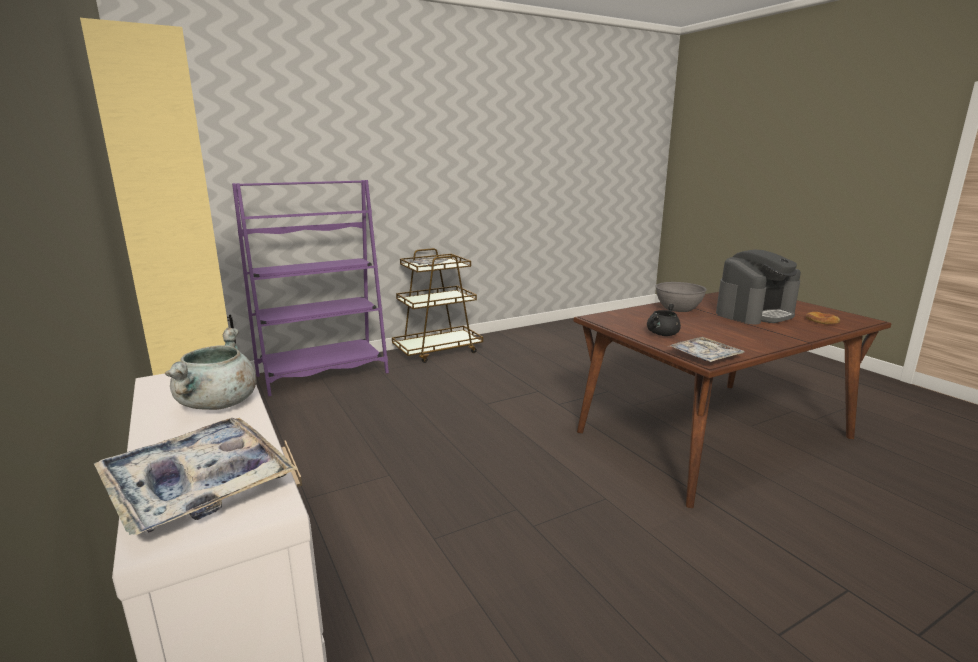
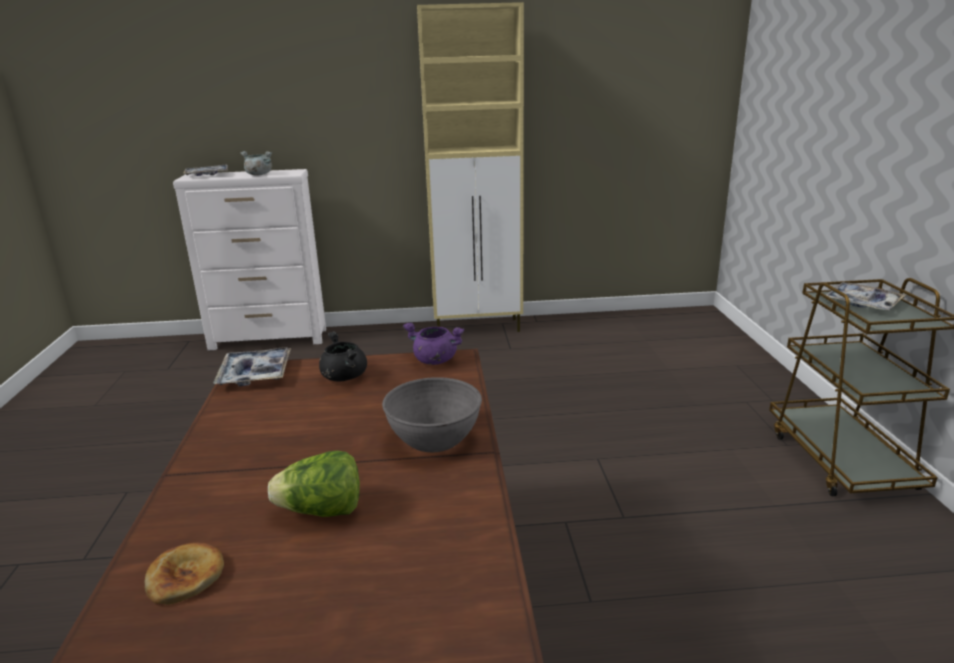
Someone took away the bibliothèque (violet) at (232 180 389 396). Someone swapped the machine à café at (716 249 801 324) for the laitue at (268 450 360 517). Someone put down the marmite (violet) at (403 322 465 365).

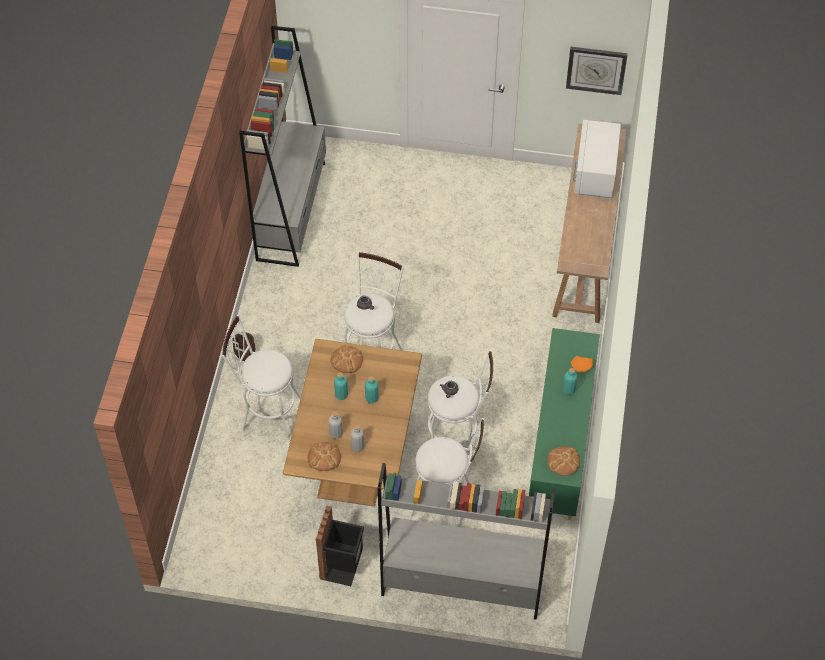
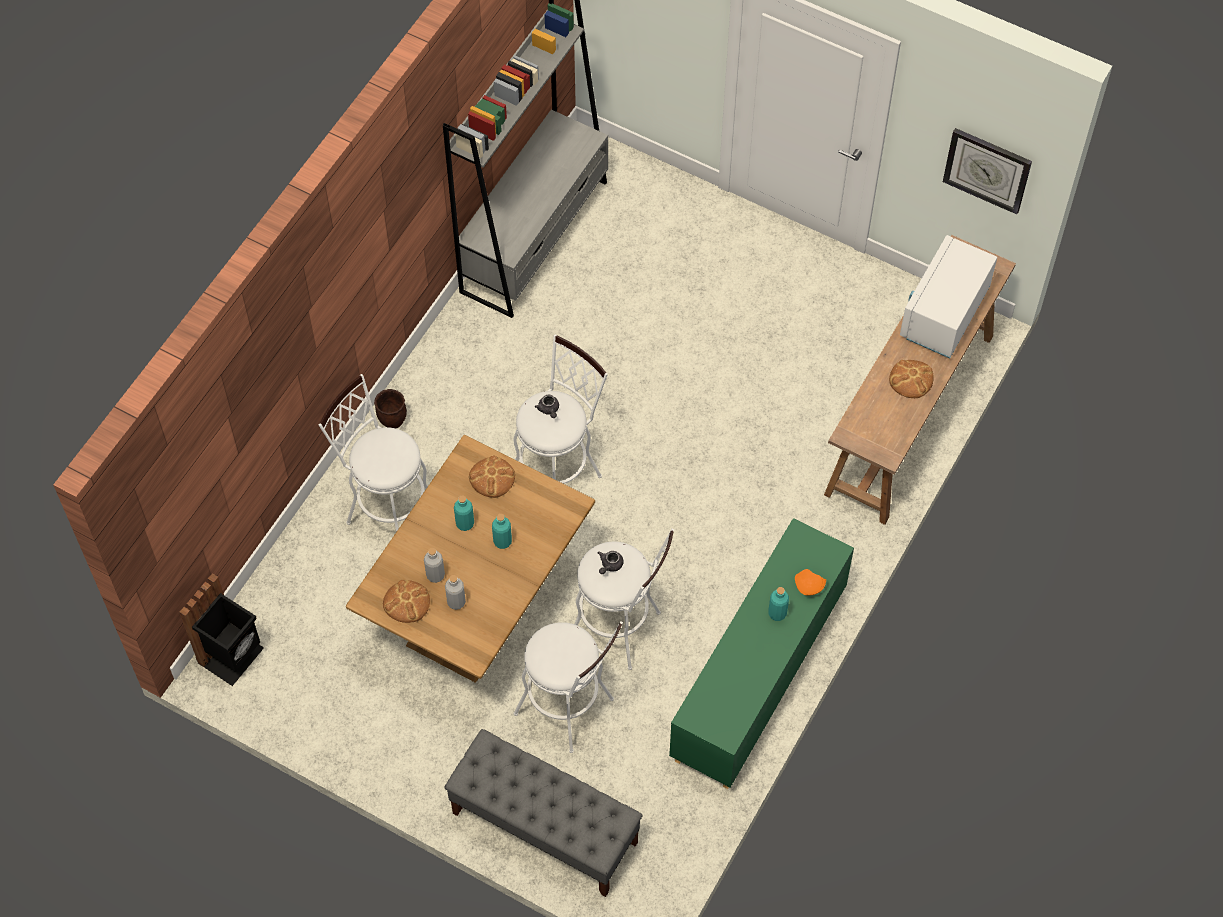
Someone carried the pain from (547 446 580 476) to (889 360 934 398). Someone swapped the bibliothèque (gris) at (378 463 556 620) for the banc (gris) at (444 729 643 897). Someone carried the poubelle (noir) from (316 506 364 586) to (179 573 264 686).

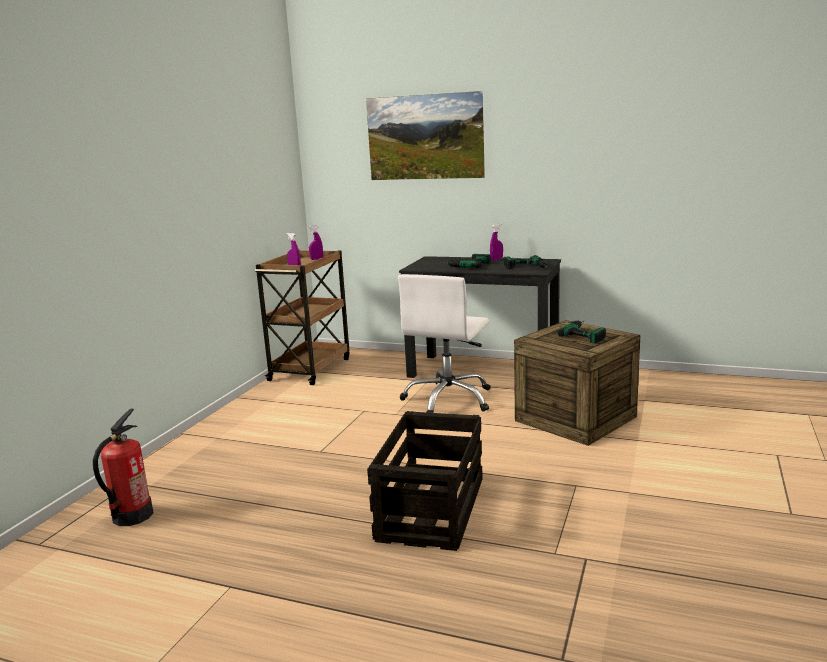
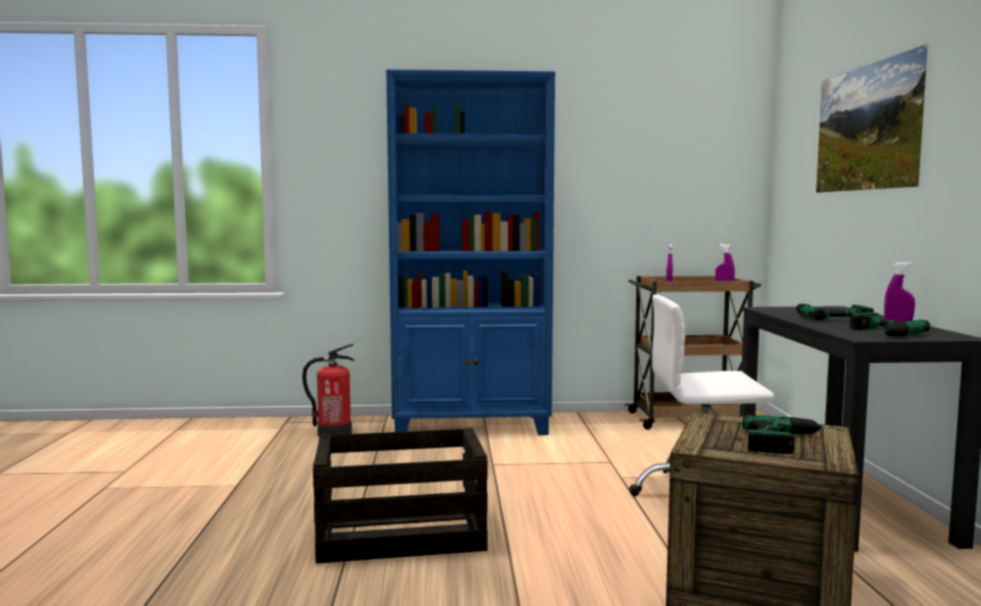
Someone put down the bibliothèque (bleu) at (386 69 555 435).

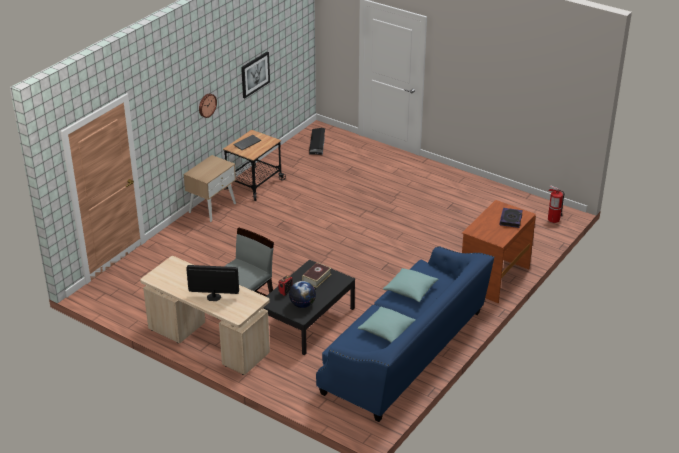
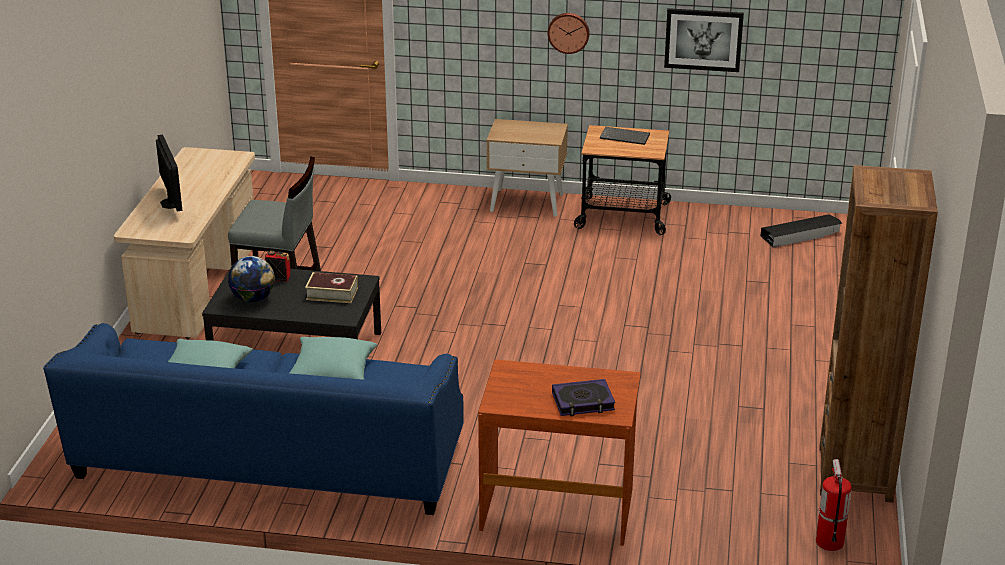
Someone put down the bibliothèque (marron) at (820 165 938 503).

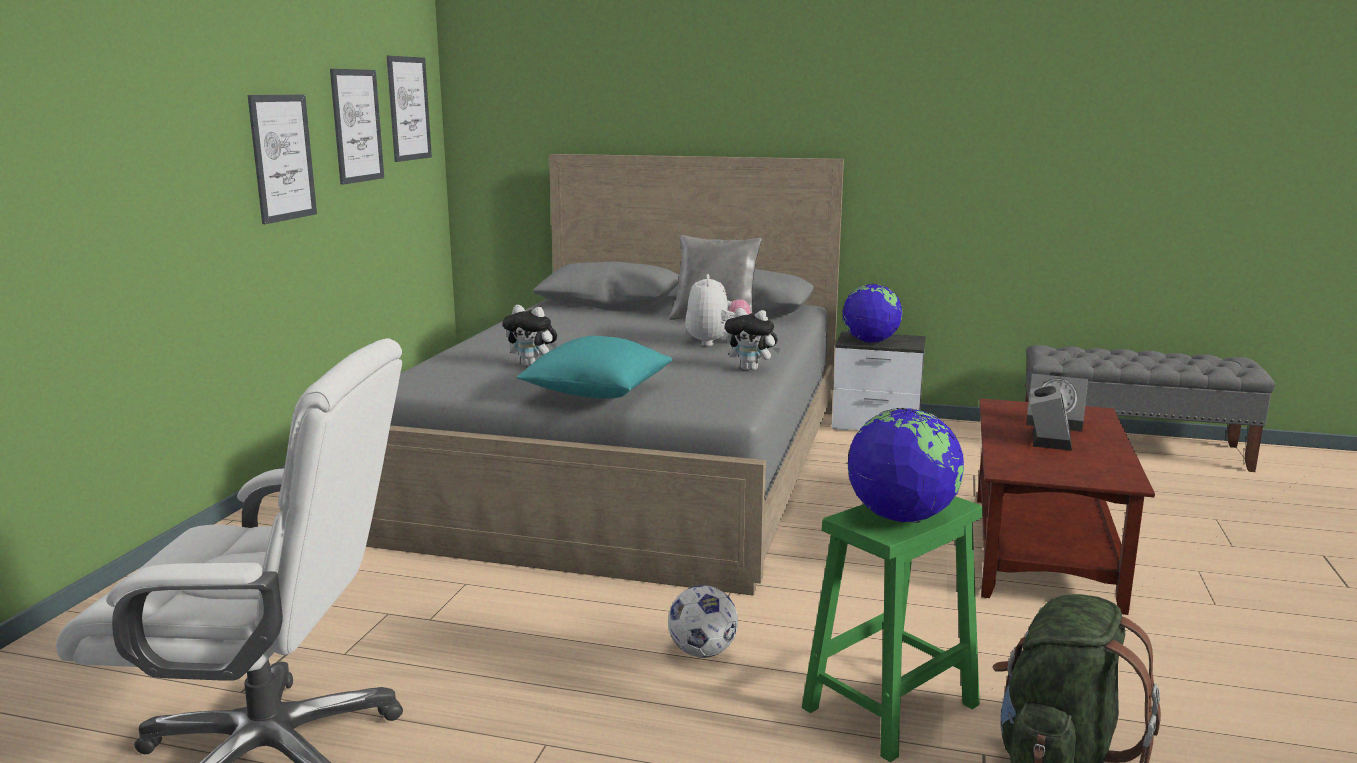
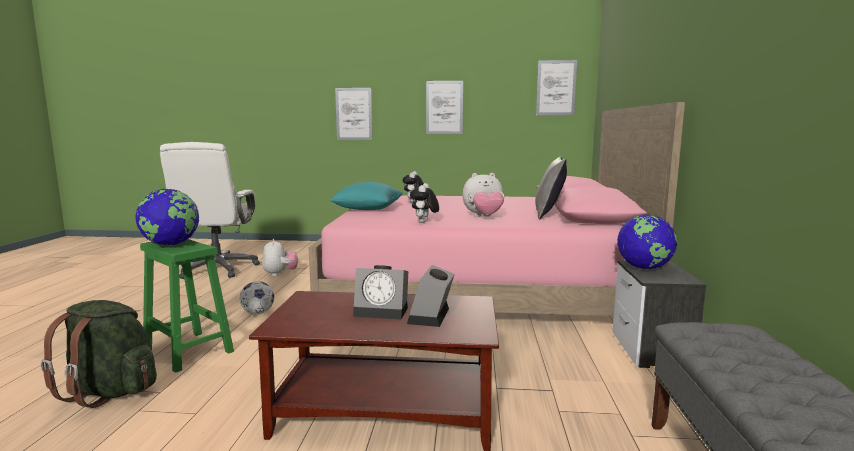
Someone carried the tableau from (330 69 384 185) to (335 88 372 140). Someone repainted the lit (gris) at (366 154 844 596), which became the lit (rose) at (309 102 685 316). Someone put down the peluche at (262 239 298 277).

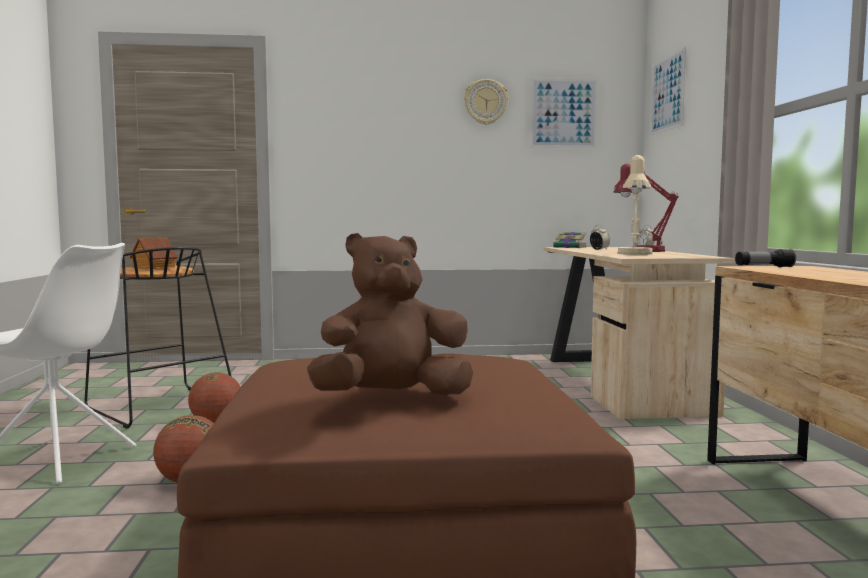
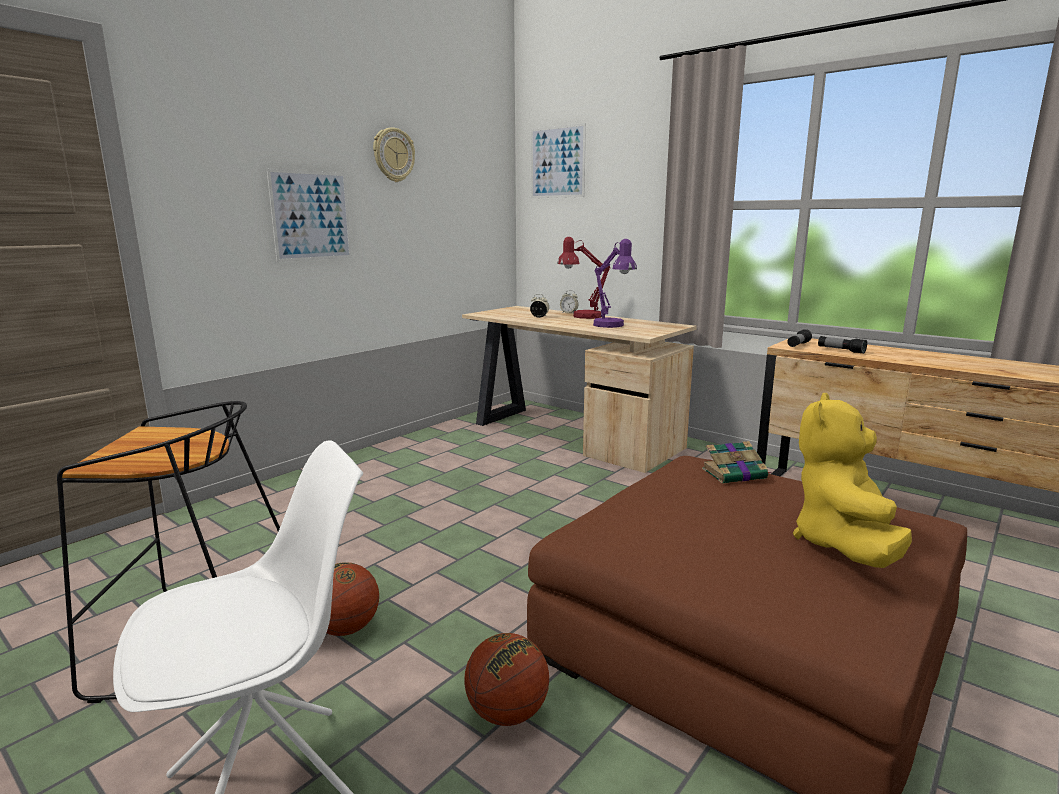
Someone carried the tableau from (531 78 598 148) to (267 169 352 262). Someone repainted the lampe de table (beige) at (617 155 653 255), which became the lampe de table (violet) at (593 239 637 328). Someone carried the livre from (553 232 587 248) to (702 441 772 484). Someone repainted the peluche (marron) at (307 233 473 396), which became the peluche (jaune) at (793 393 912 568). Someone took away the maison miniature at (130 237 178 269). Someone put down the lampe de poche at (818 336 867 354).

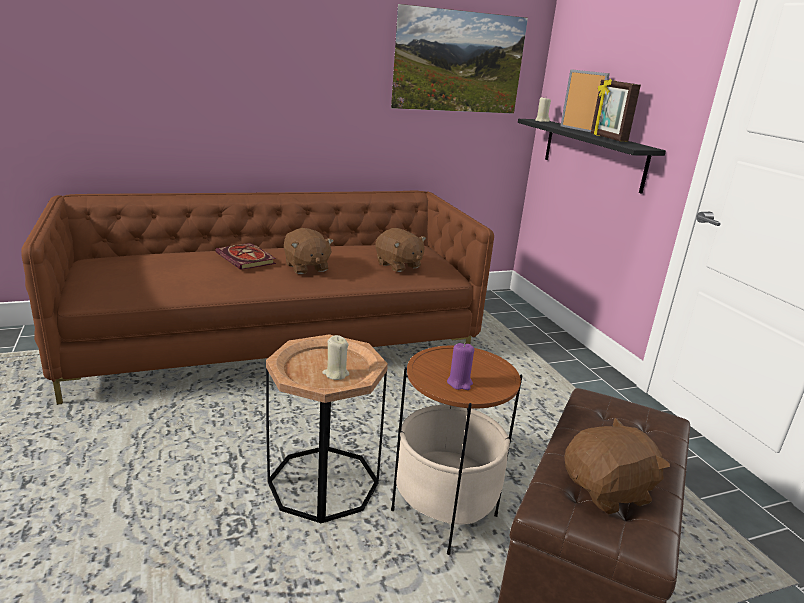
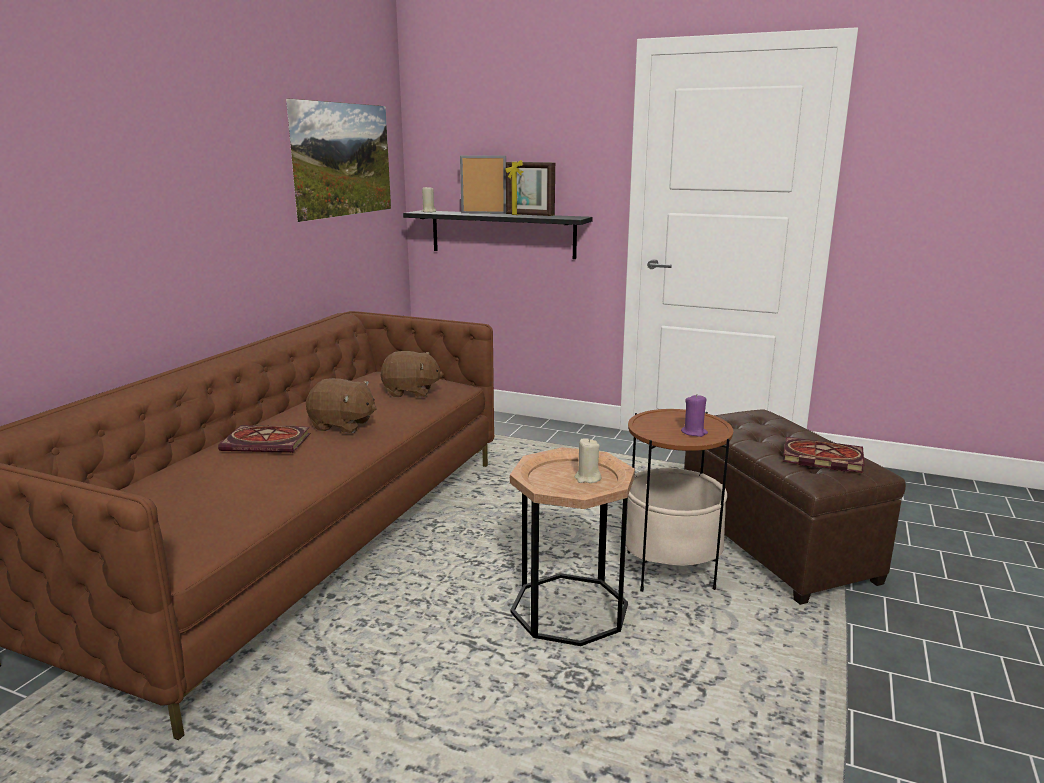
Someone swapped the peluche (marron) at (565 418 670 515) for the livre at (783 437 865 473).

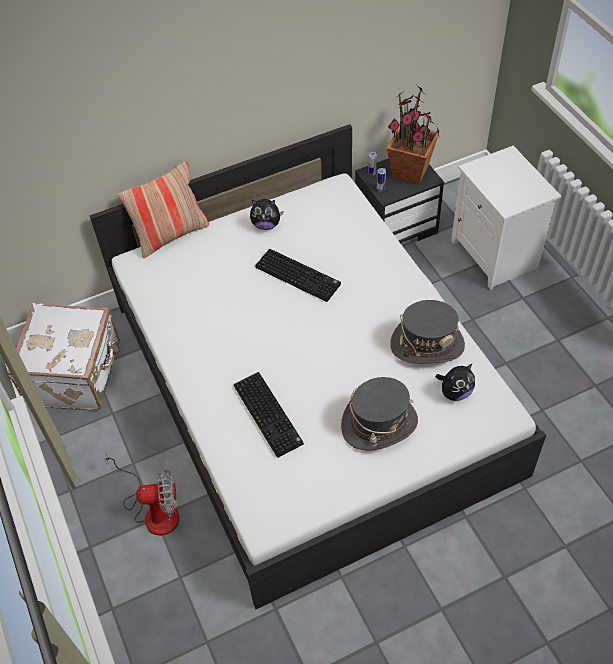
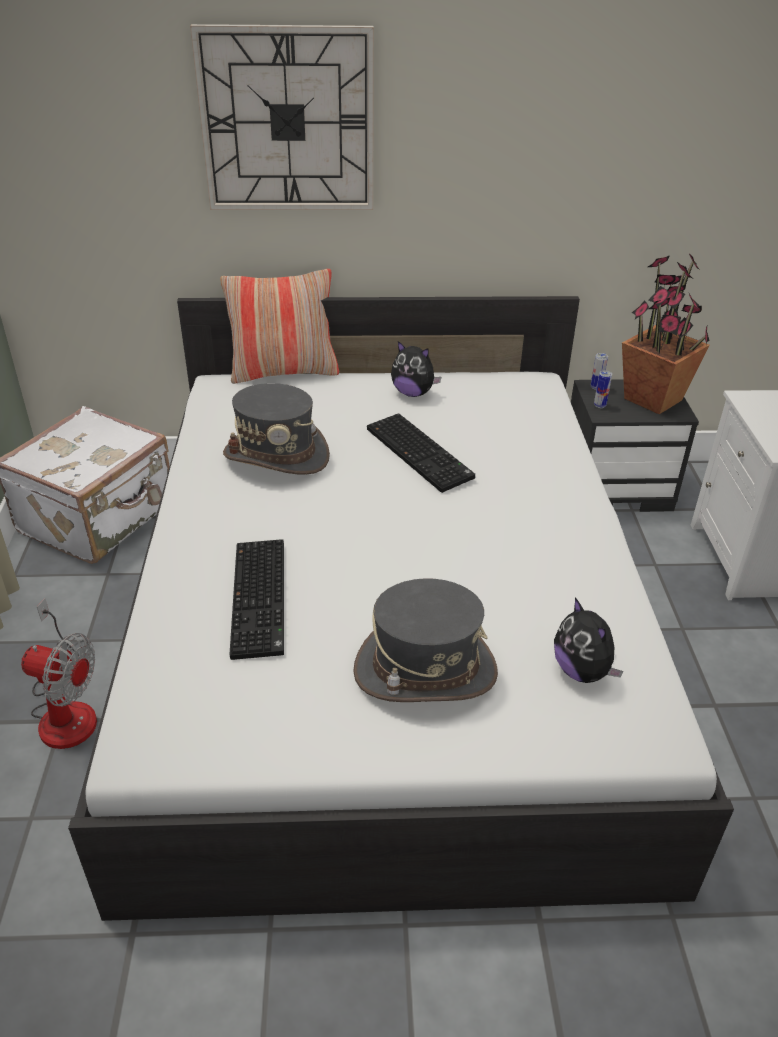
Someone carried the chapeau (gris) from (390 300 465 364) to (223 383 330 475). Someone rotated the peluche at (436 364 475 401) by 75 degrees clockwise. Someone put up the horloge murale at (190 24 374 210).

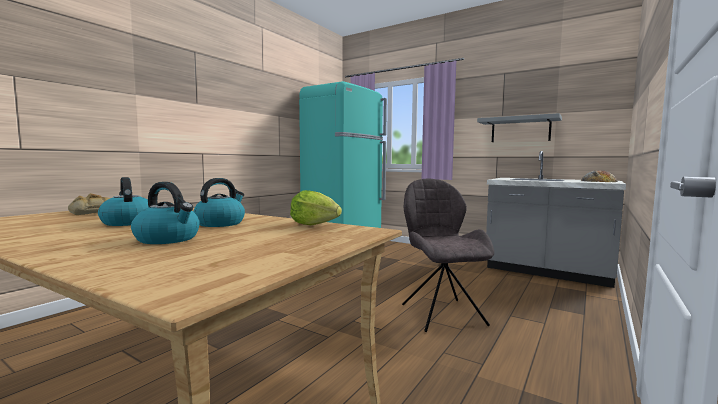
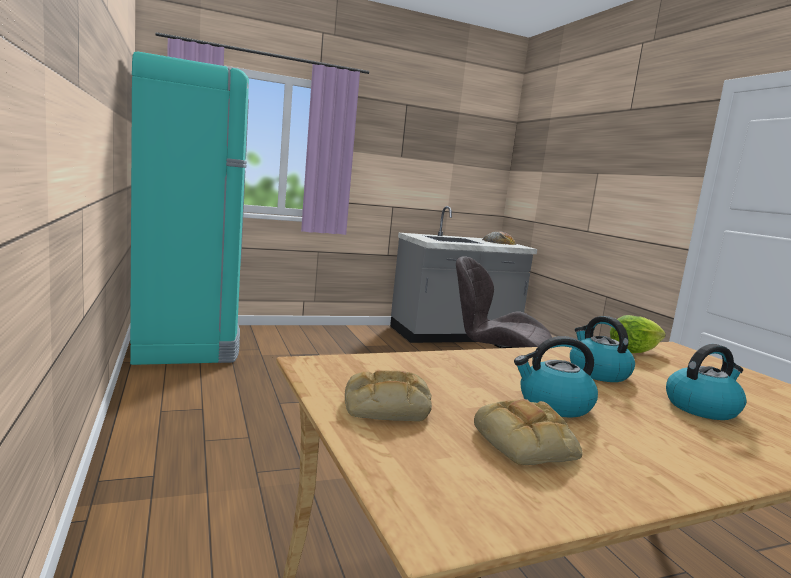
Someone took away the étagère (gris) at (477 113 562 142). Someone put down the pain at (474 399 582 465).

